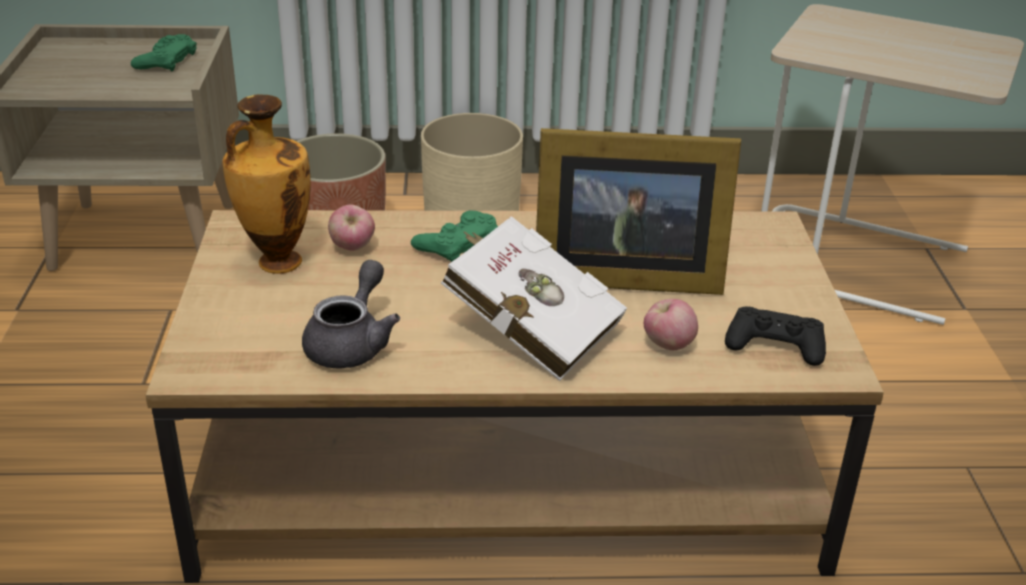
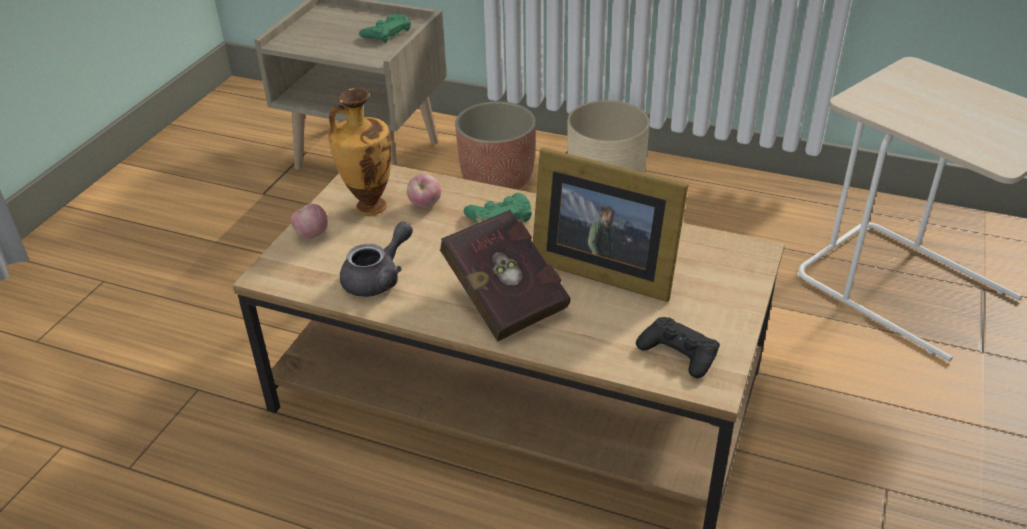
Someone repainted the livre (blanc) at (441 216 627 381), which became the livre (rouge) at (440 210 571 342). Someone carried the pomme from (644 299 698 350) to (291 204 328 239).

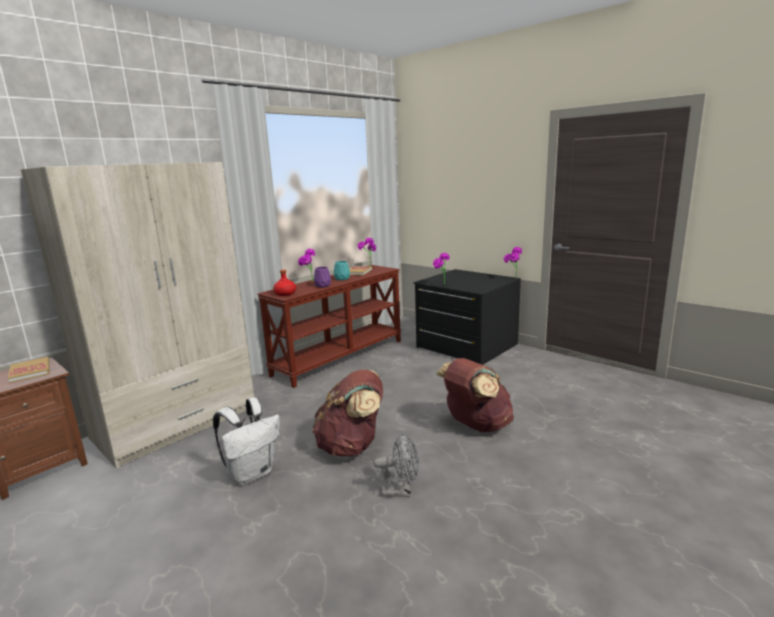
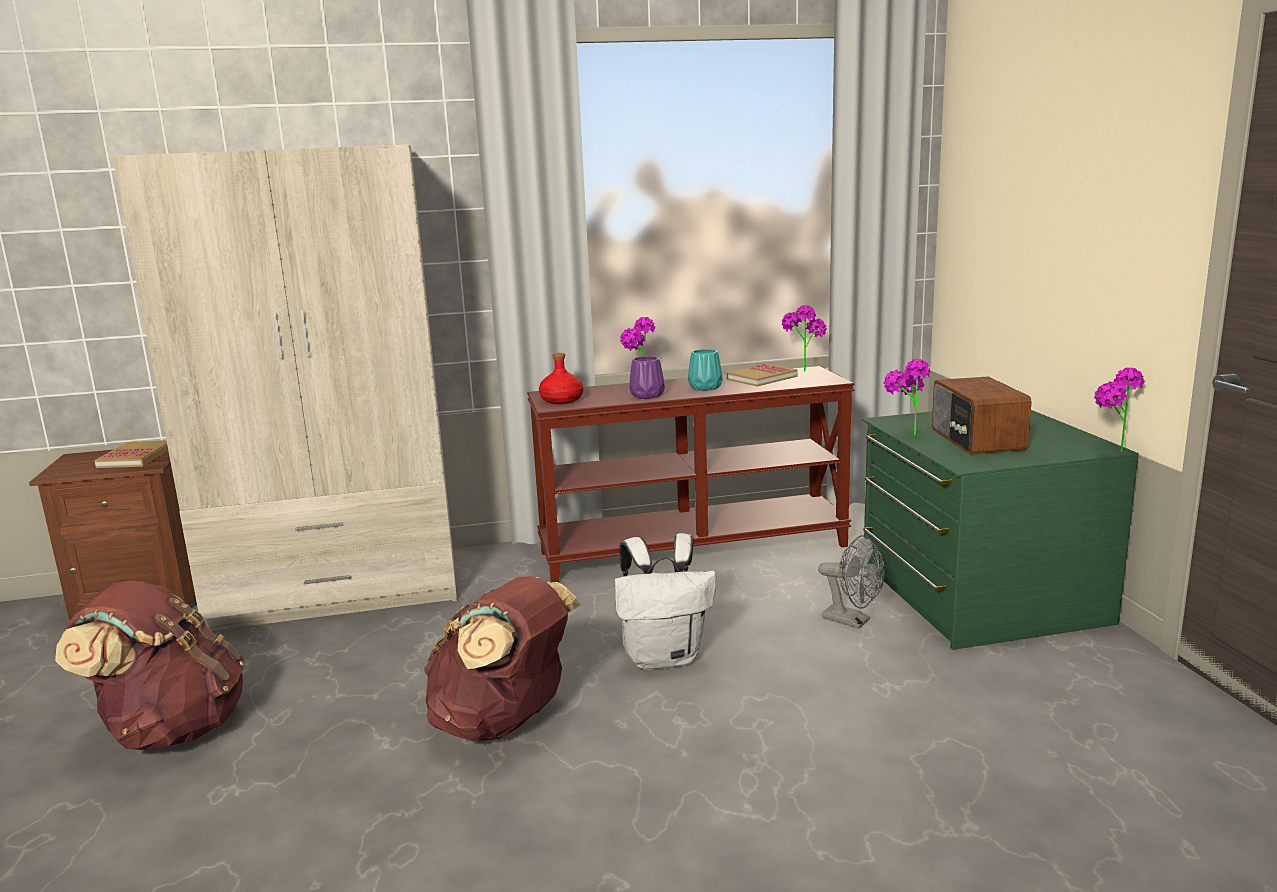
Someone repainted the commode (noir) at (413 269 521 365), which became the commode (vert) at (862 410 1139 650). Someone carried the sac à dos (marron) from (436 358 514 432) to (55 581 244 750). Someone carried the sac à dos (blanc) from (213 397 280 485) to (615 533 716 670). Someone carried the ventilateur (gris) from (373 433 419 497) to (818 535 885 628). Someone put down the radio at (932 377 1032 454).

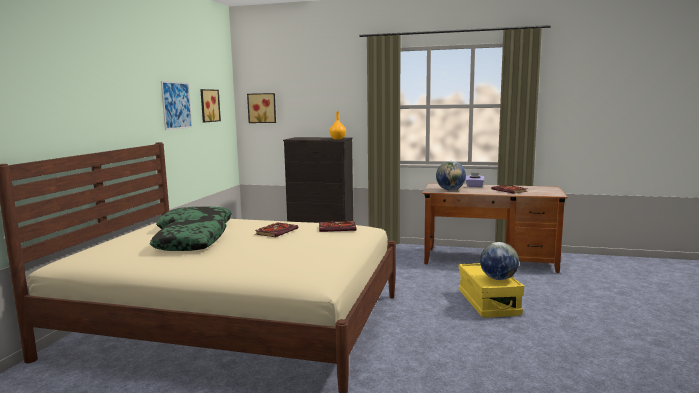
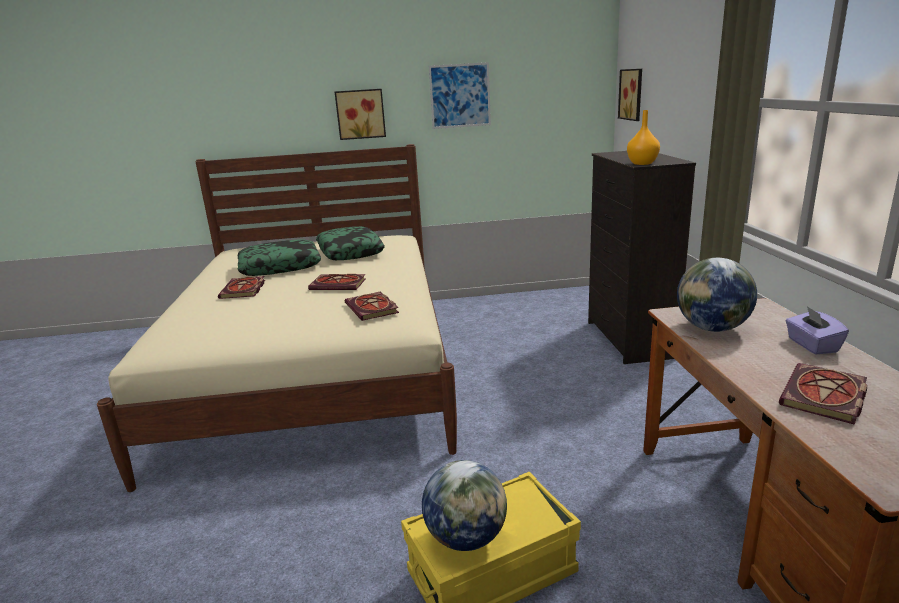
Someone carried the tableau from (200 89 221 123) to (335 89 386 140). Someone put down the livre at (218 276 265 299).

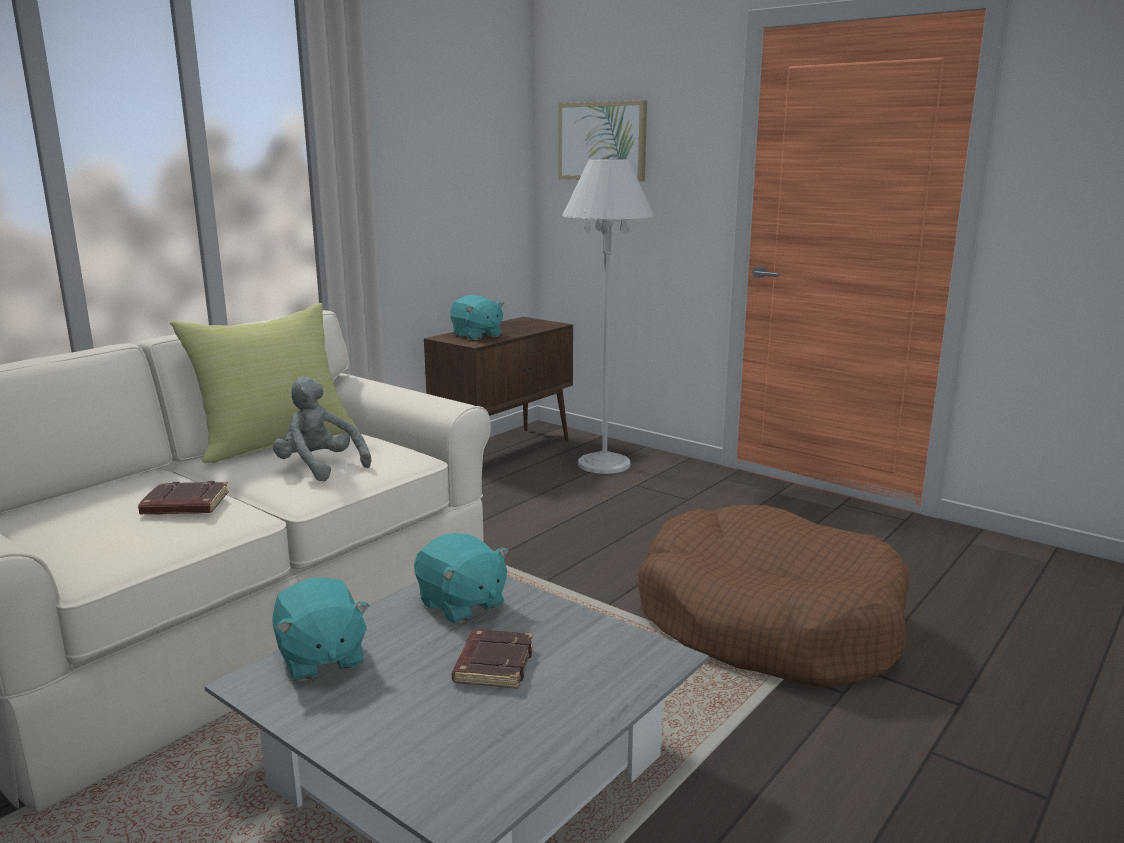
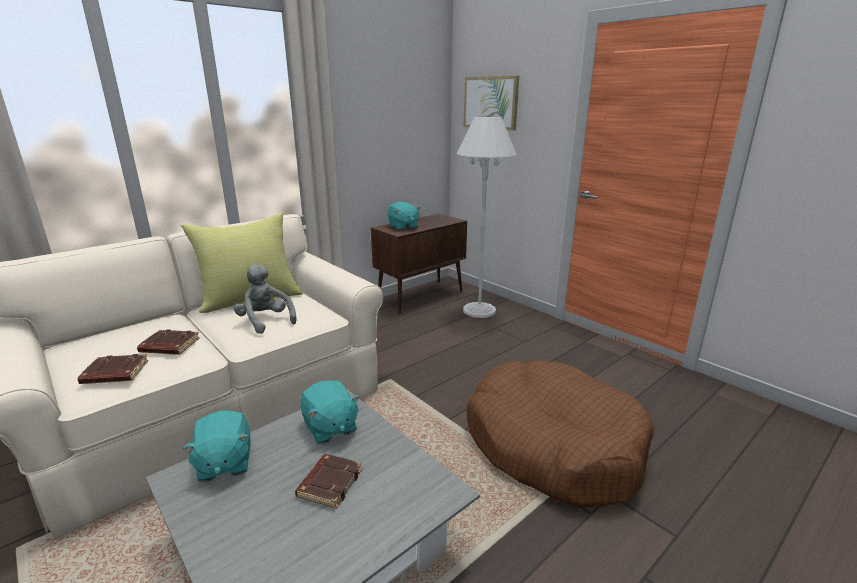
Someone put down the livre (marron) at (78 354 148 384).

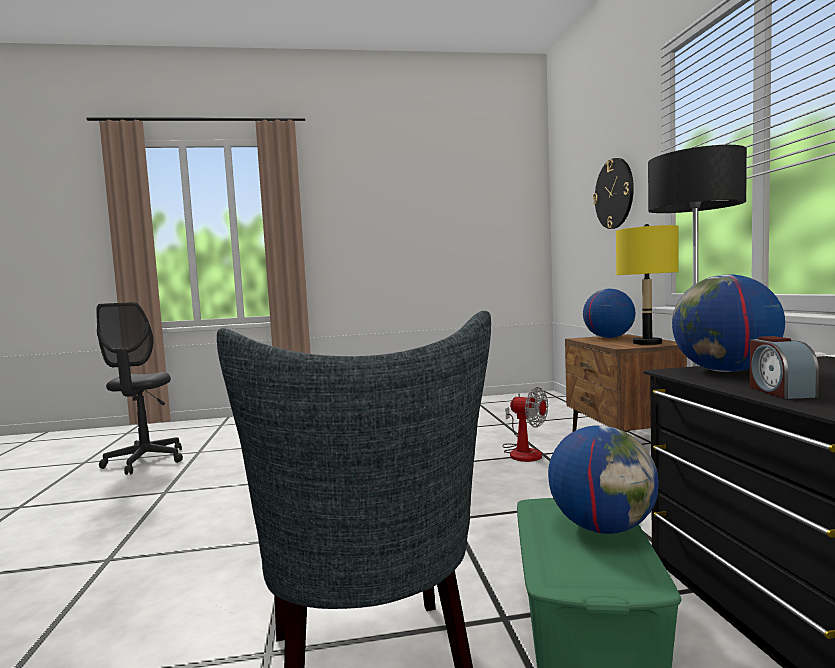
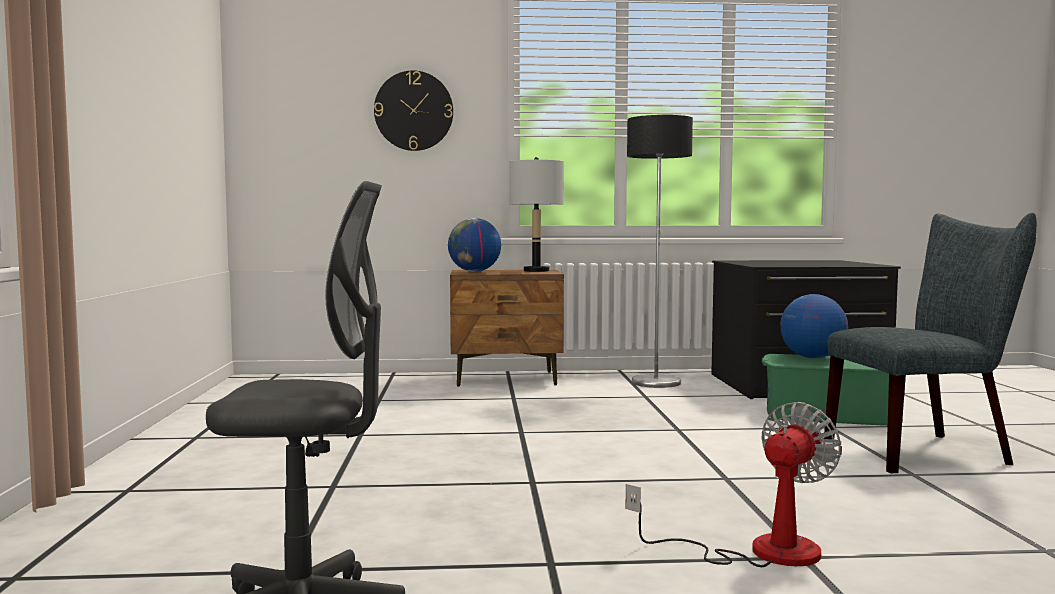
Someone repainted the lampe de table (jaune) at (616 224 679 345), which became the lampe de table (gris) at (509 157 564 272). Someone took away the globe at (672 274 785 372). Someone took away the réveil at (750 336 819 399). Someone carried the ventilateur from (502 387 548 462) to (626 402 842 567).

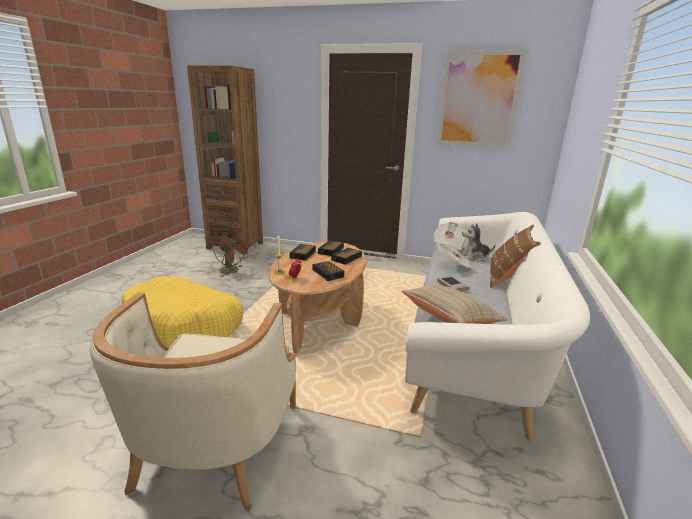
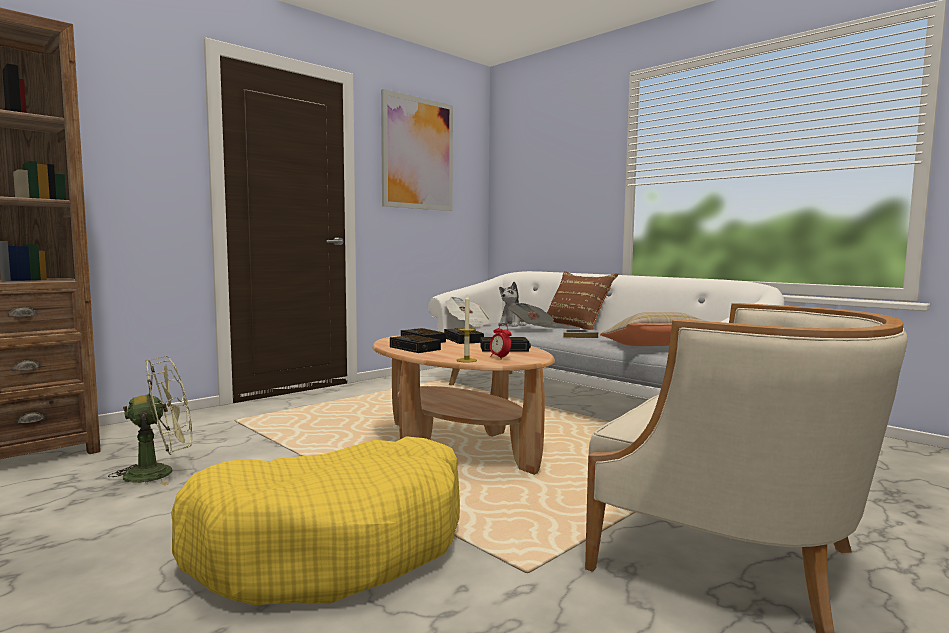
Someone repainted the ventilateur (marron) at (213 224 250 277), which became the ventilateur (vert) at (108 356 192 486).

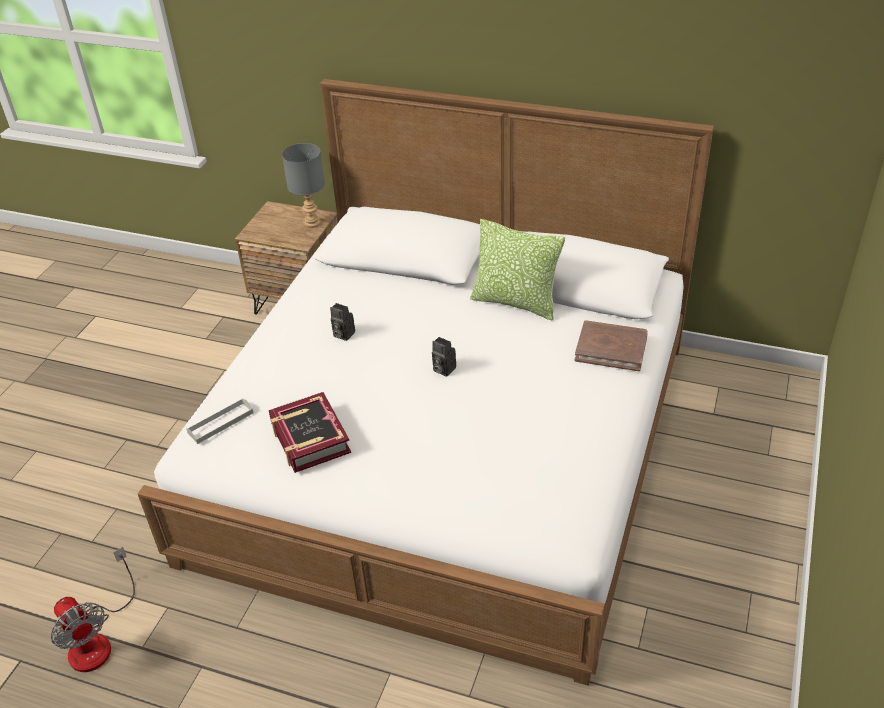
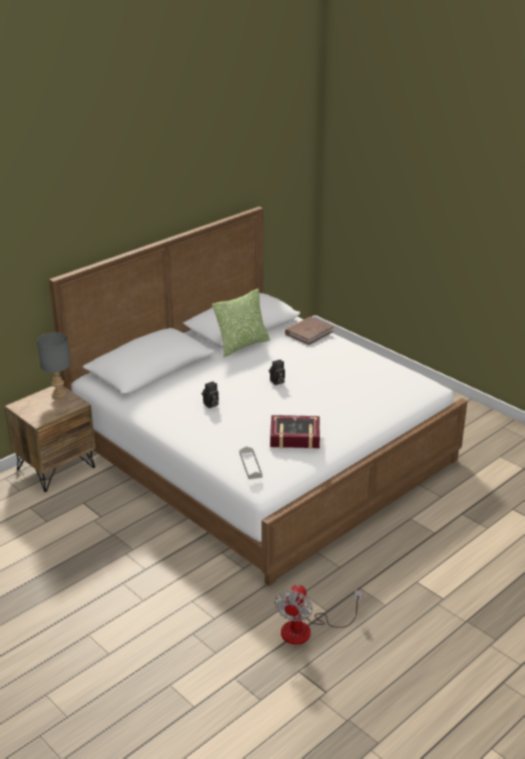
Someone rotated the ventilateur at (51 547 135 672) by 120 degrees clockwise.

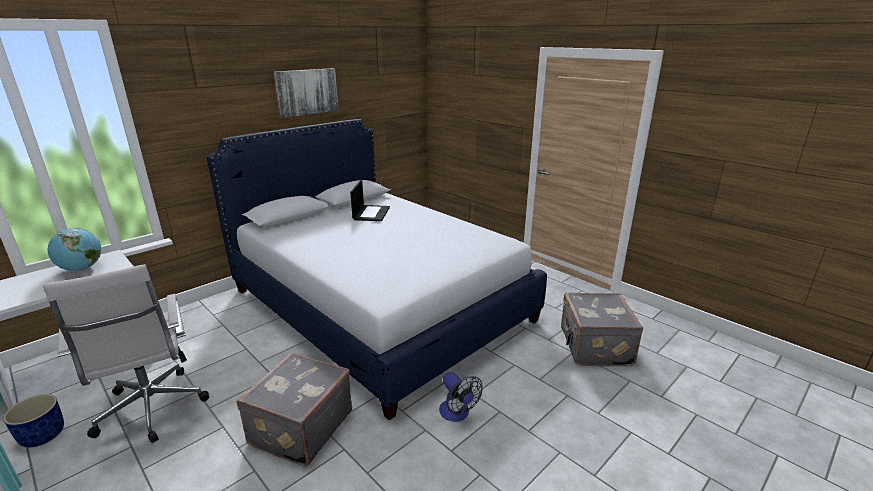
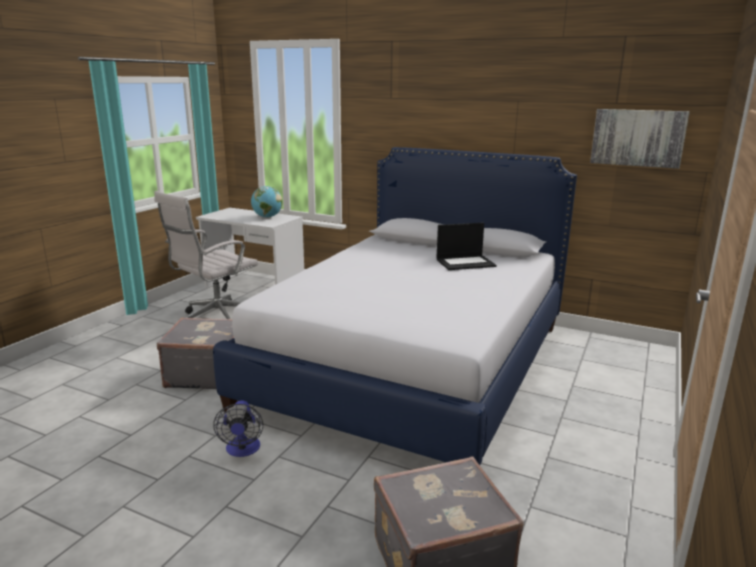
Someone carried the tableau from (274 68 339 118) to (590 109 690 169). Someone rotated the ventilateur at (439 372 483 422) by 45 degrees counterclockwise. Someone took away the cache-pot (bleu) at (3 394 64 447).

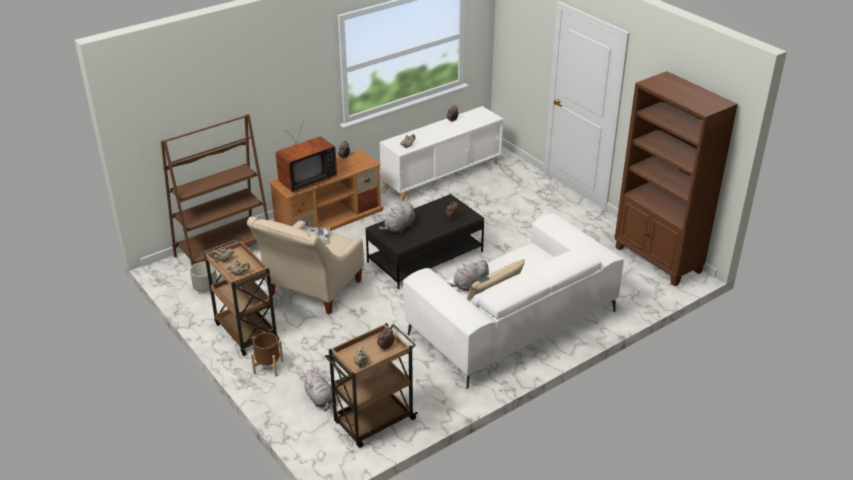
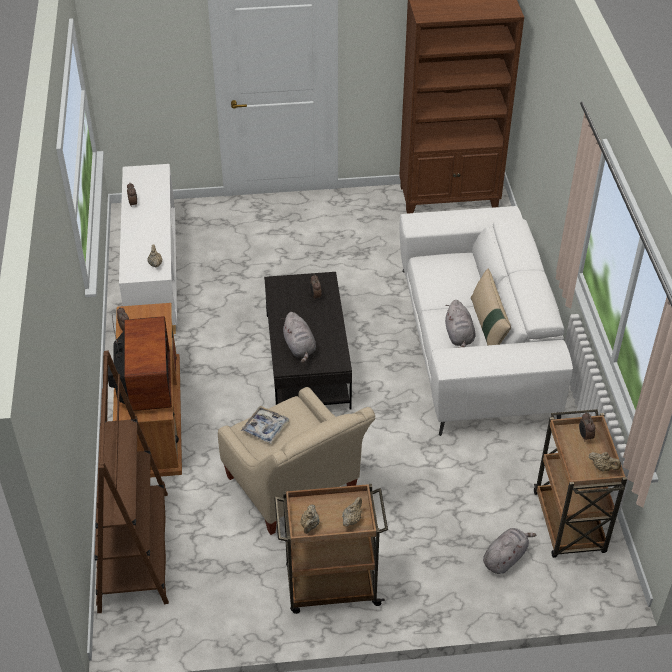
Someone took away the cache-pot (gris) at (190 261 217 292). Someone took away the cache-pot (marron) at (251 332 284 377). Someone rotated the peluche (gris) at (302 369 333 411) by 45 degrees counterclockwise.

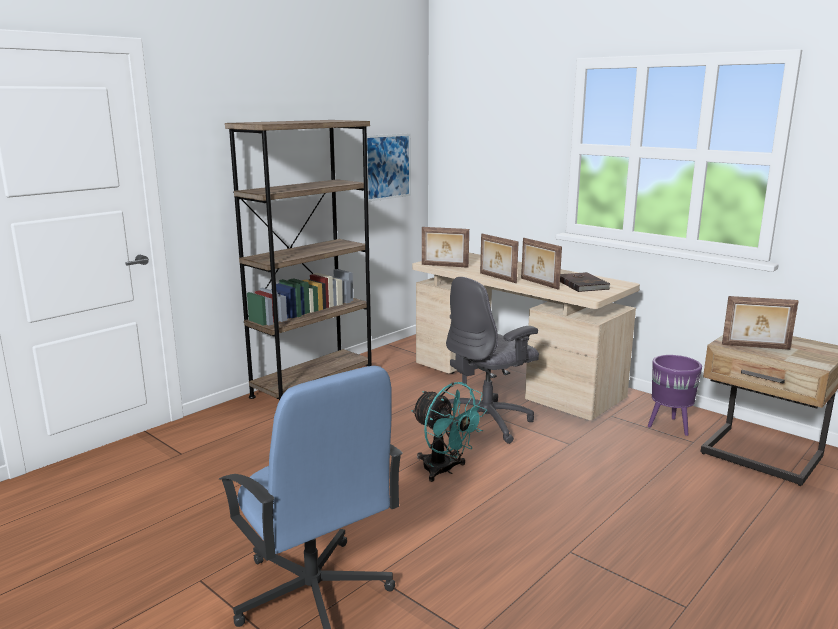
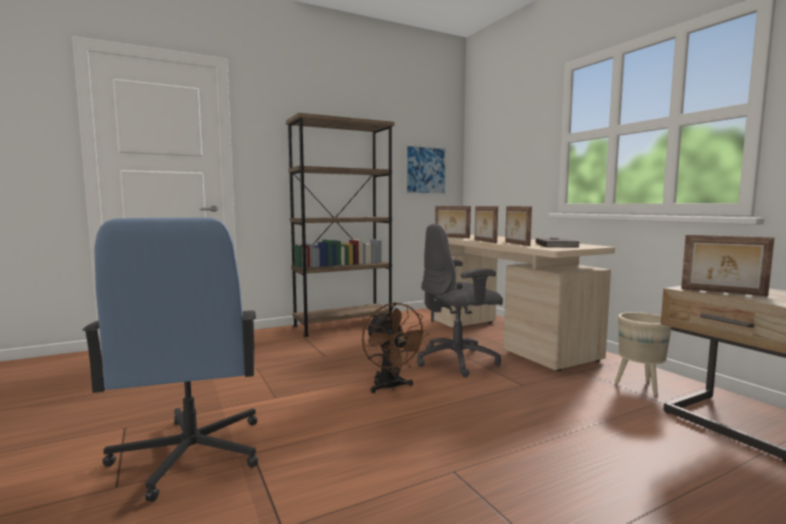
Someone repainted the cache-pot (violet) at (648 355 702 436), which became the cache-pot (beige) at (615 312 671 396). Someone repainted the ventilateur (turquoise) at (411 382 487 482), which became the ventilateur (marron) at (362 302 429 393).

